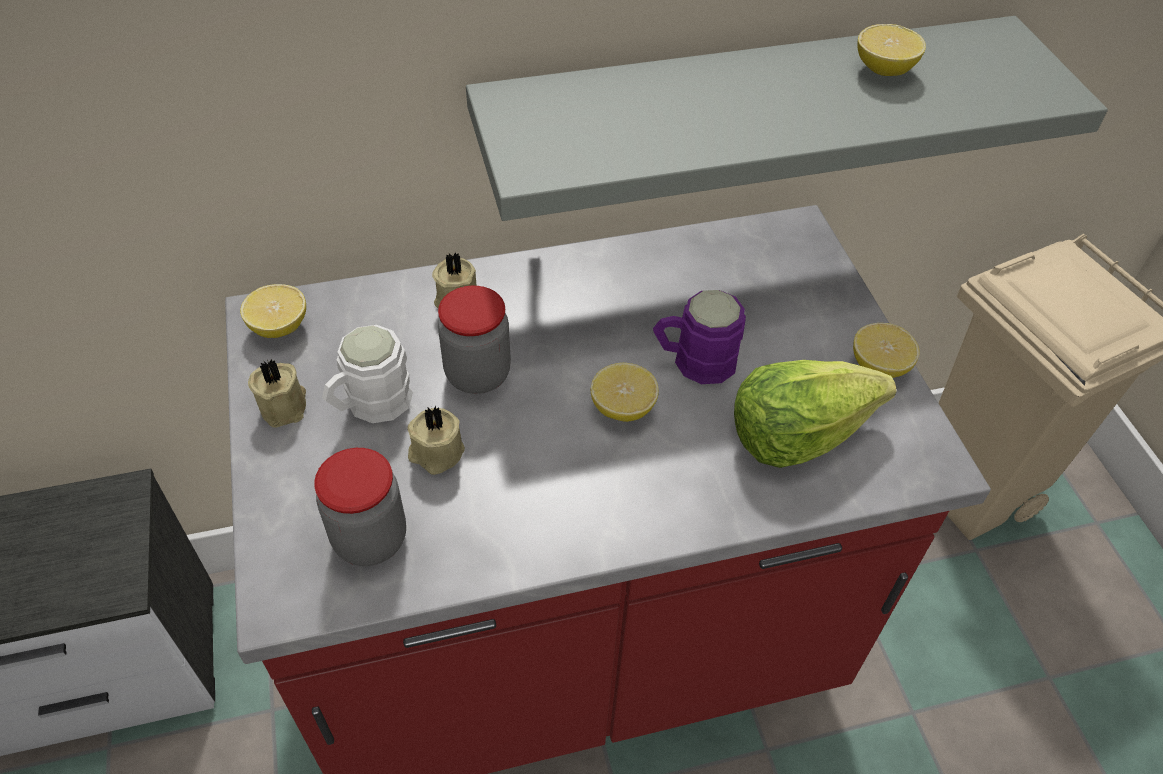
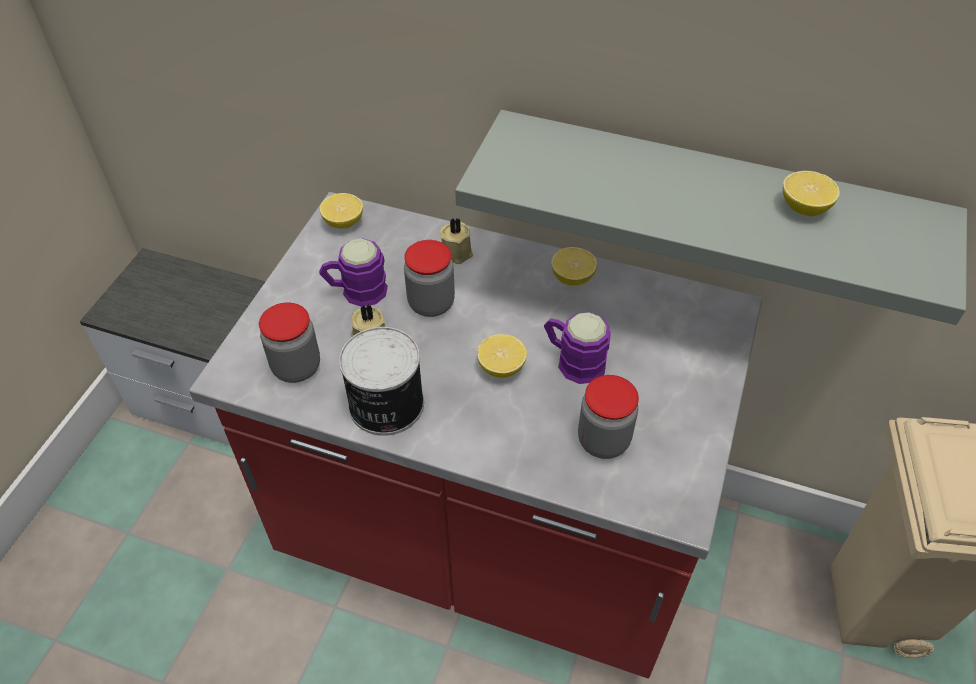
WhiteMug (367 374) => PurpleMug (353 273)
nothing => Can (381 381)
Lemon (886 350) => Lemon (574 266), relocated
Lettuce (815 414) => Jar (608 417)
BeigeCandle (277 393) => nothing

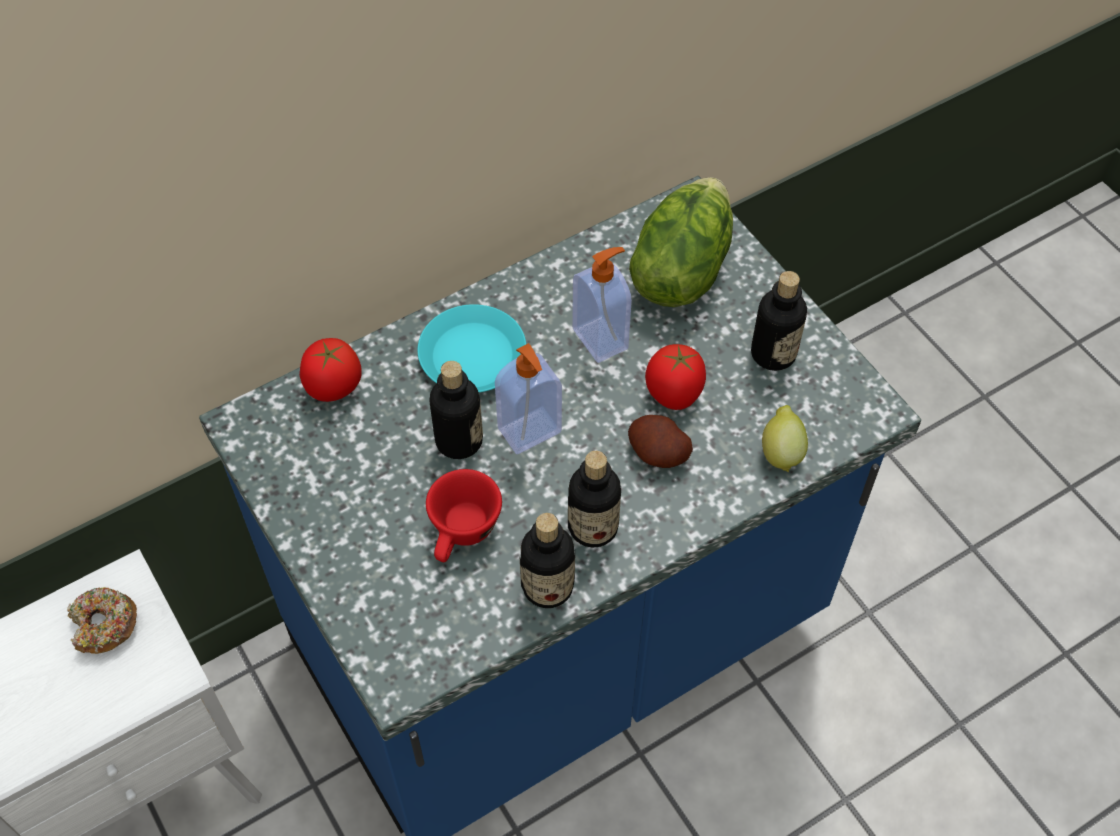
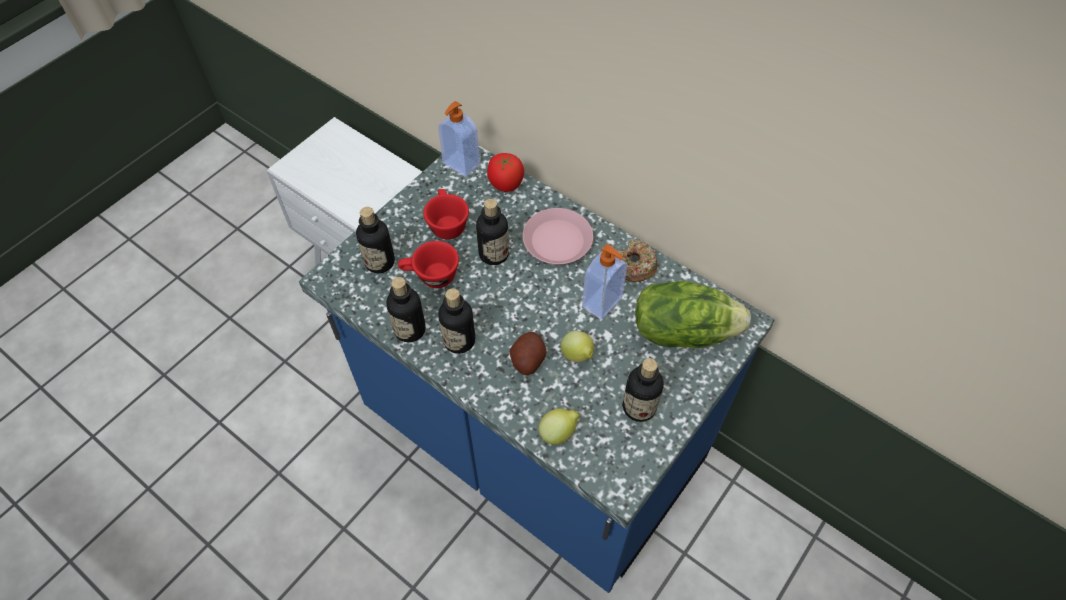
nothing => Bottle (375 240)
nothing => RedCup (446 214)
SoapDispenser (528 398) => SoapDispenser (459 139), relocated
TurquoisePlate (471 348) => PinkPlate (558 236)
Tomato (675 377) => Lemon (577 346)
Donut (102 620) => Donut (638 260), relocated

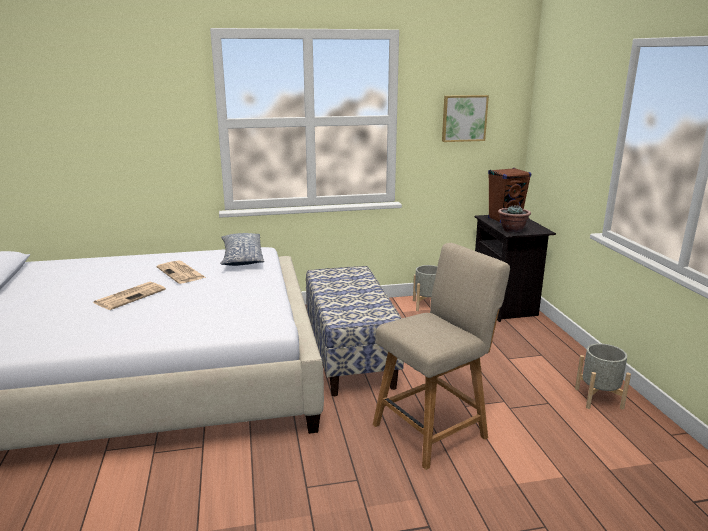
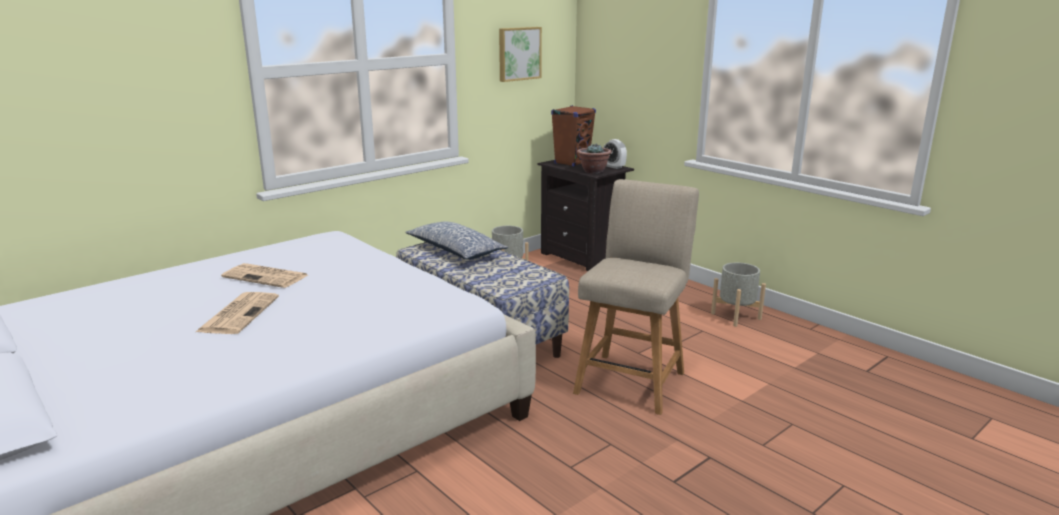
Pillow (242 249) => Pillow (456 240), relocated
nothing => AlarmClock (615 154)

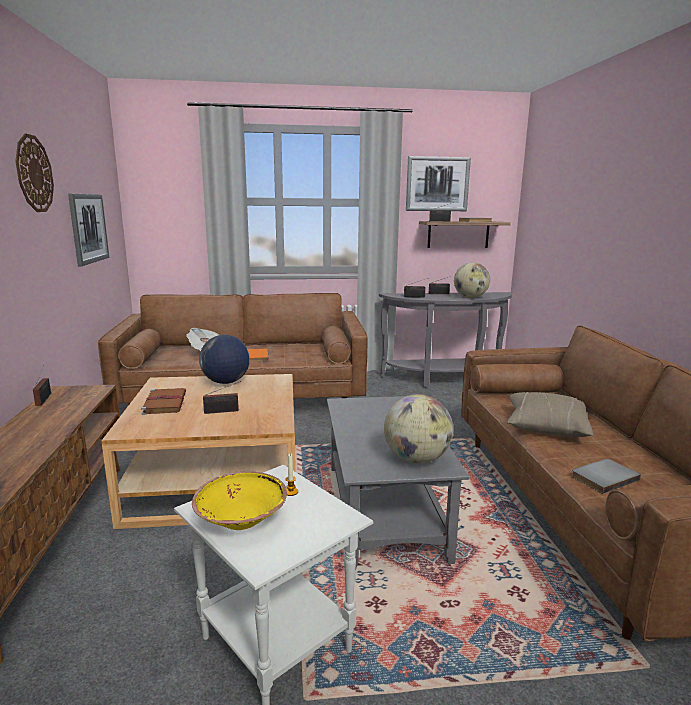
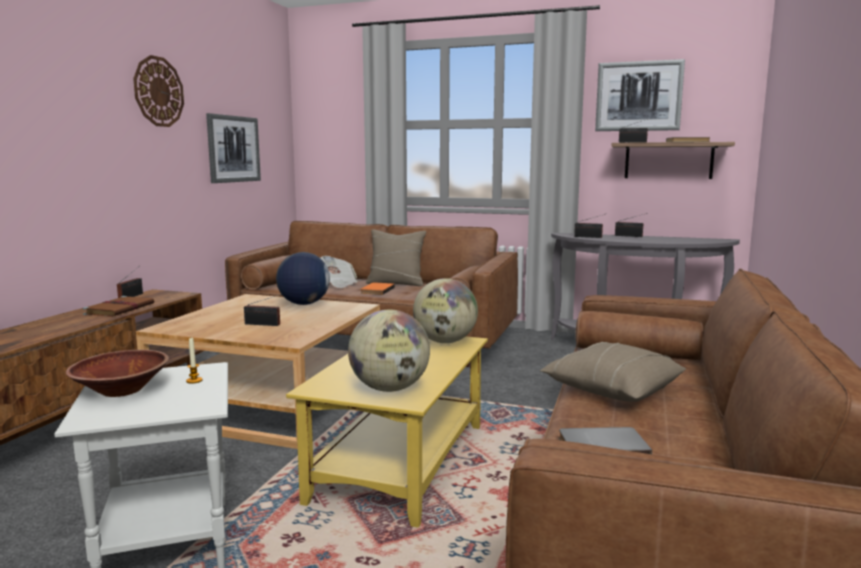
YellowBowl (239 500) => BrownBowl (117 373)
BrownBook (163 401) => BrownBook (118 306), relocated
GreyCoffeeTable (398 483) => YellowCoffeeTable (387 432)
nothing => BeigePillow (396 257)
Globe (472 280) => Globe (445 310), relocated

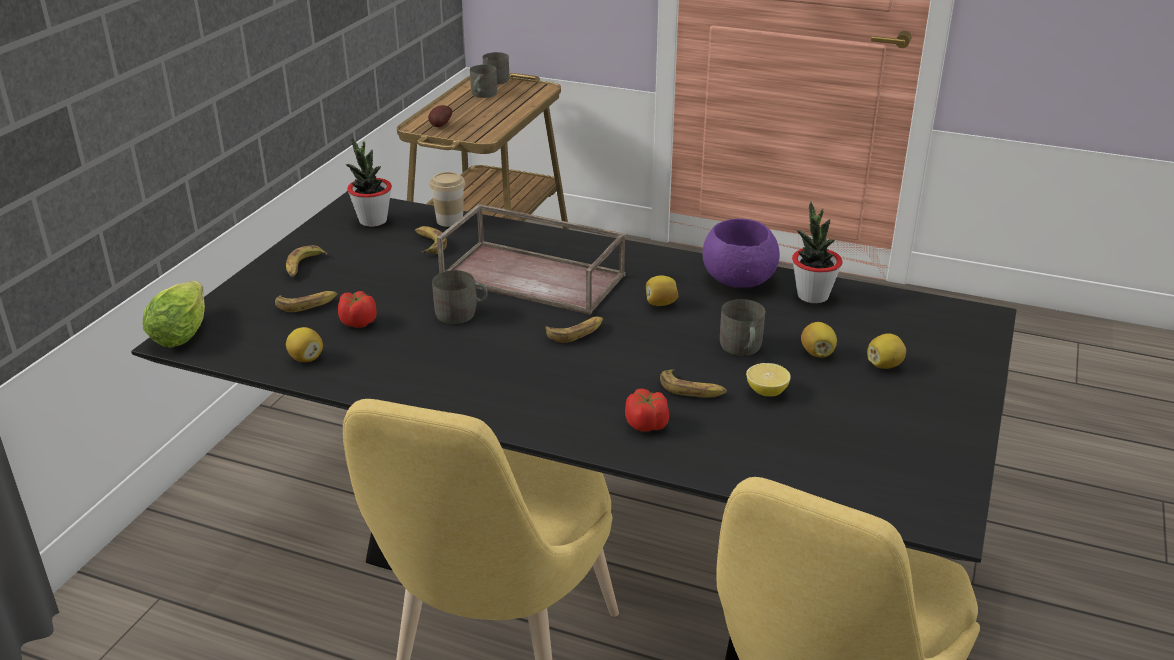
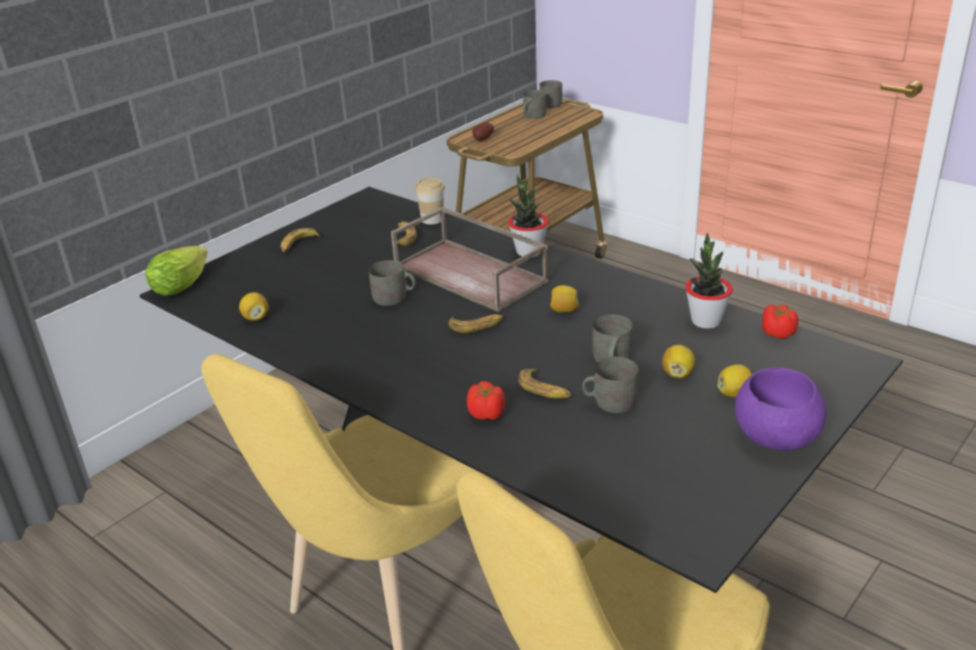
PottedPlant (369 182) => PottedPlant (528 216), relocated
Lemon (768 379) => GreyMug (610 385)
PurpleBowl (741 253) => PurpleBowl (780 409), relocated
Tomato (357 309) => Tomato (780 322), relocated
Banana (306 301) => nothing

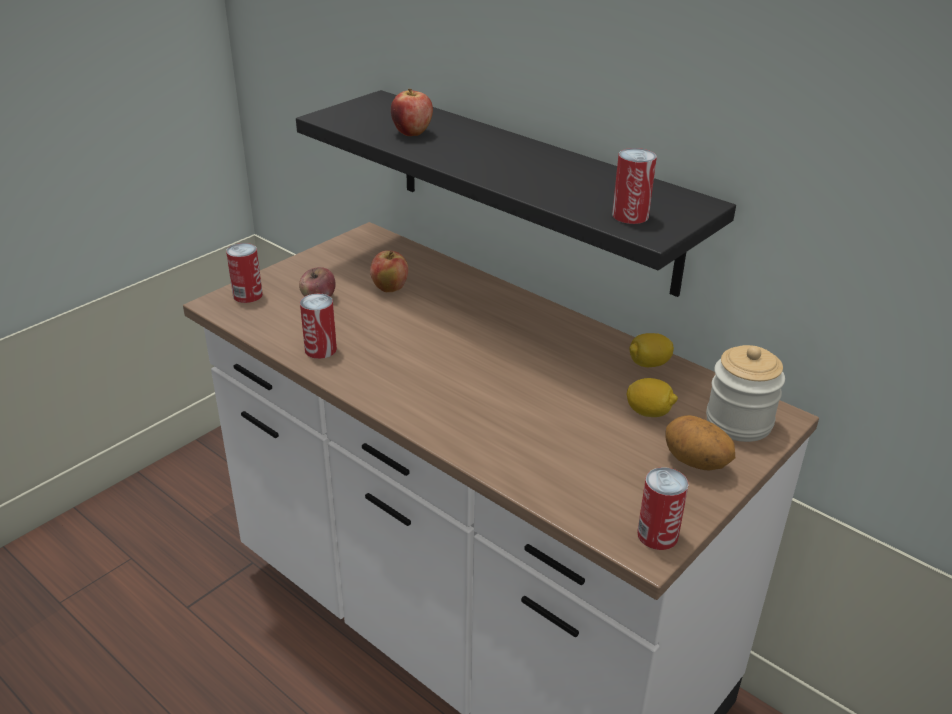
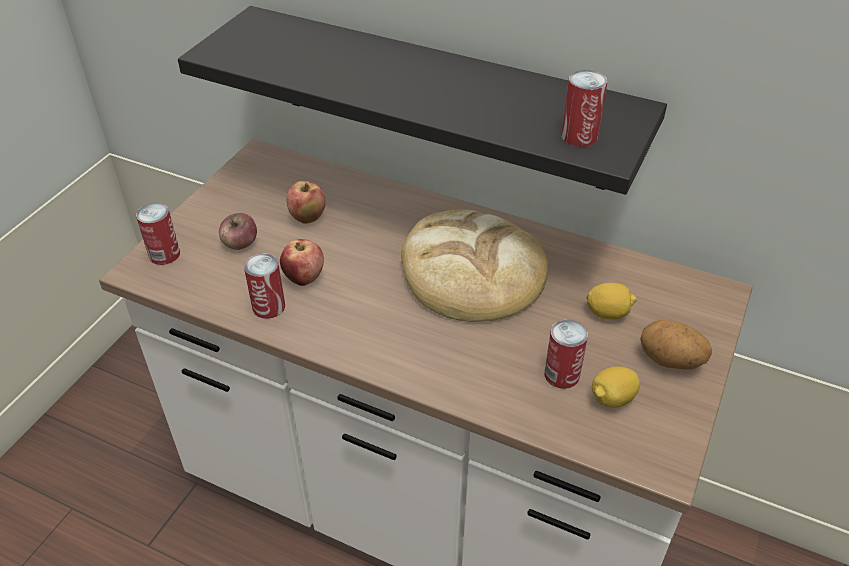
Apple (412 112) => Apple (302 262), relocated
nothing => Bread (474 265)
Can (663 508) => Can (566 354), relocated
Lemon (651 350) => Lemon (616 387), relocated
Jar (745 393) => nothing

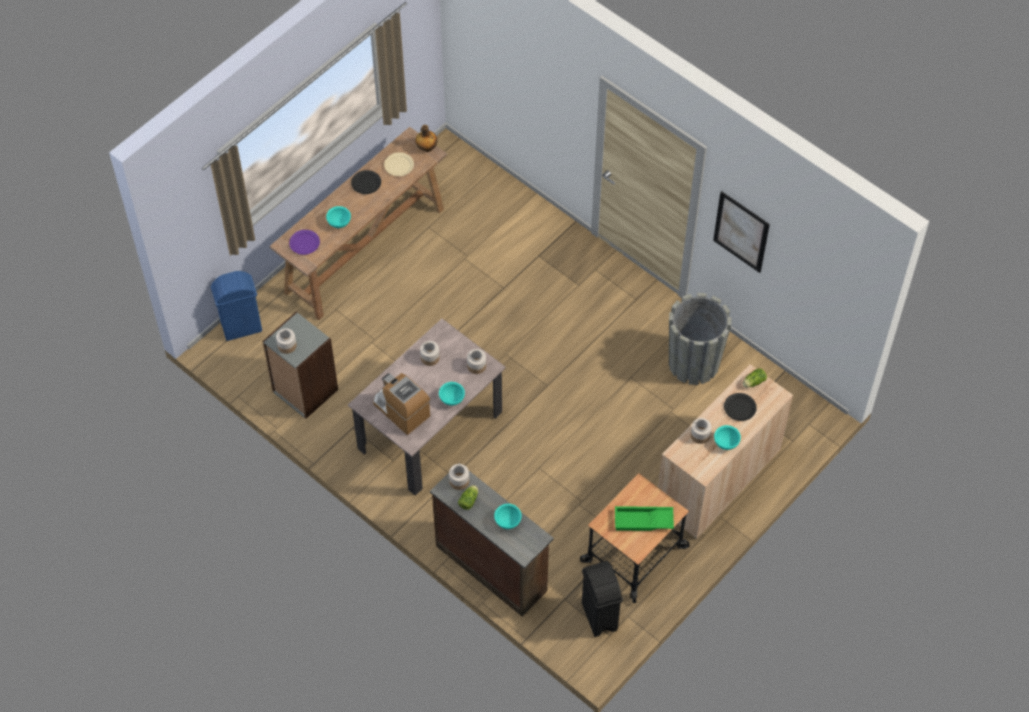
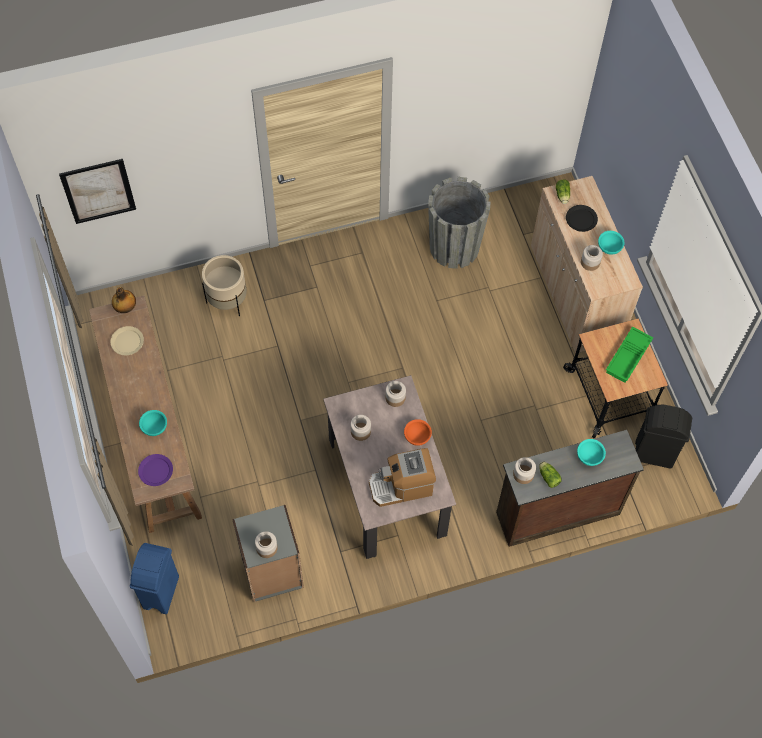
Picture (741 232) => Picture (97 191), relocated
nothing => BeigePlanter (224 285)
TurquoiseBowl (452 394) => OrangeBowl (418 432)
BlackPlate (366 182) => nothing

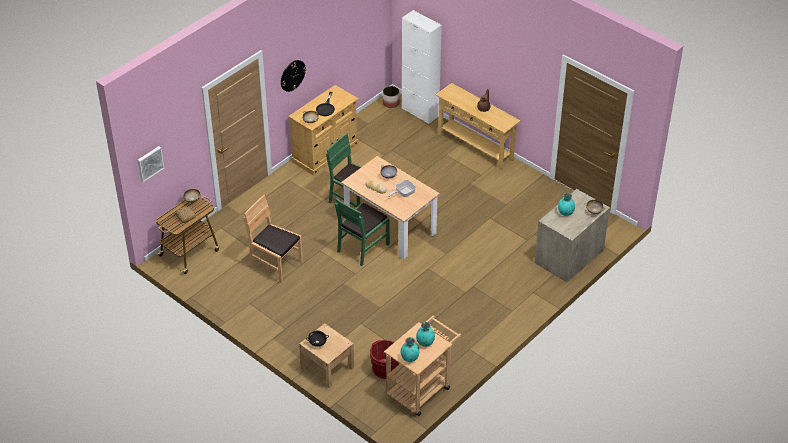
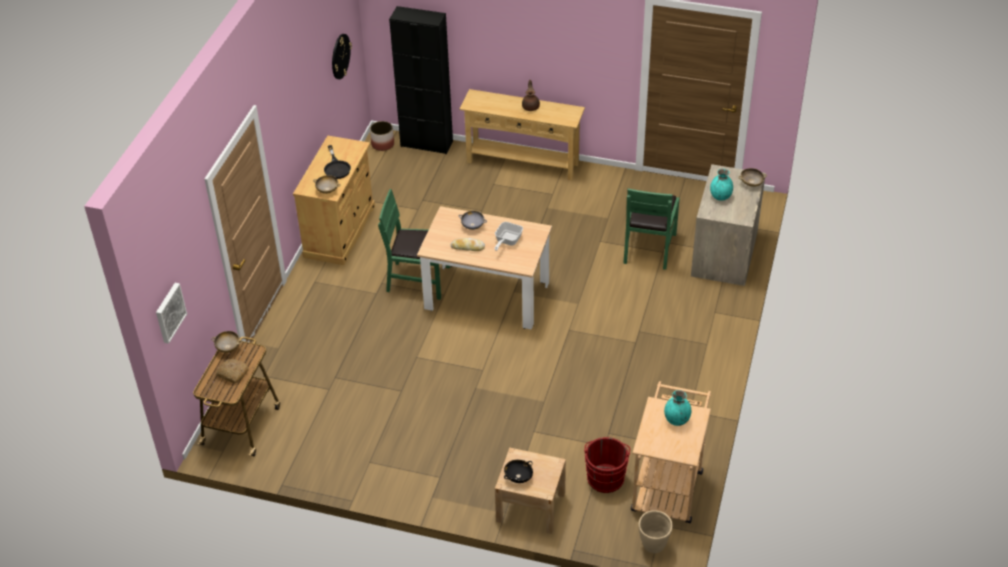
WallClock (293 76) => WallClock (342 56), relocated
WhiteCabinet (422 67) => BlackCabinet (421 80)
GreenChair (362 232) => GreenChair (651 229), relocated
nothing => BeigePlanter (655 531)
BrownChair (273 239) => nothing
TurquoiseVase (410 349) => nothing

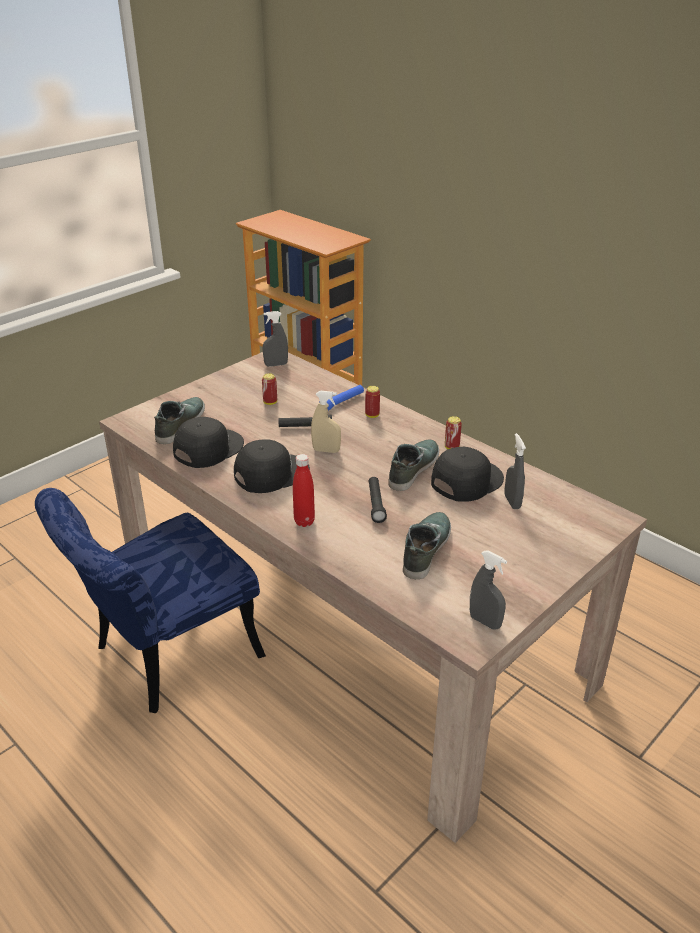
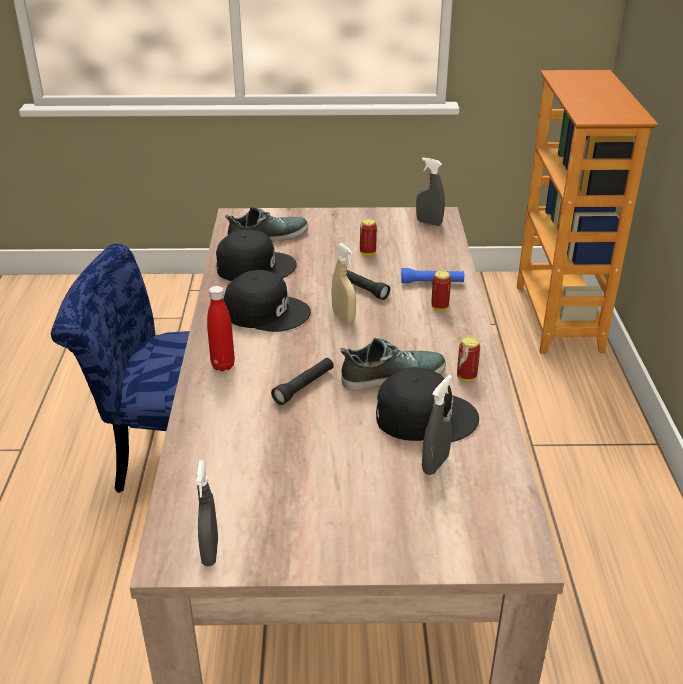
Shoe (427 545) => nothing

